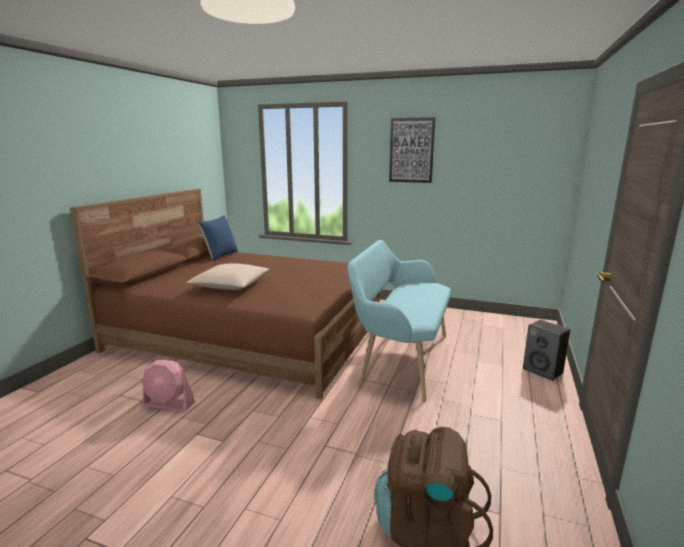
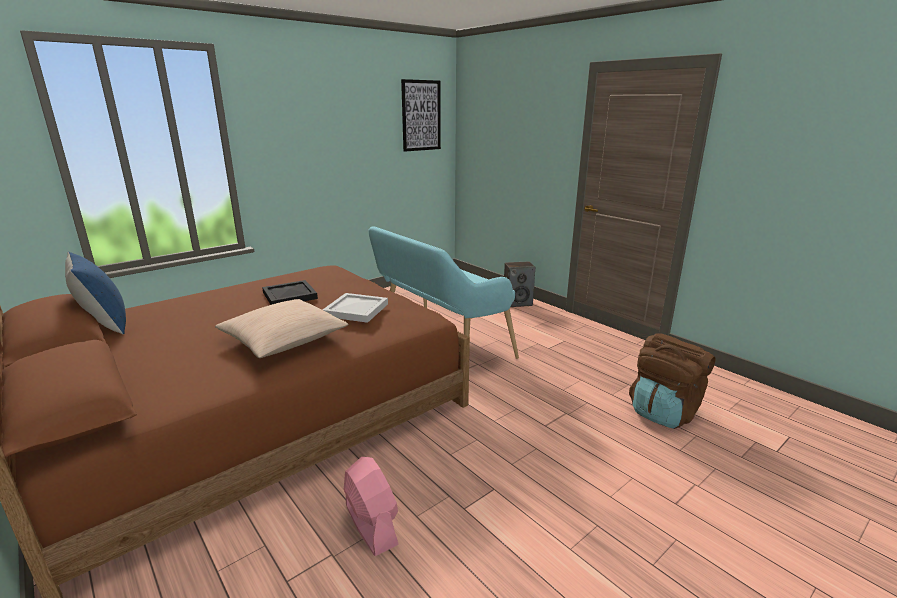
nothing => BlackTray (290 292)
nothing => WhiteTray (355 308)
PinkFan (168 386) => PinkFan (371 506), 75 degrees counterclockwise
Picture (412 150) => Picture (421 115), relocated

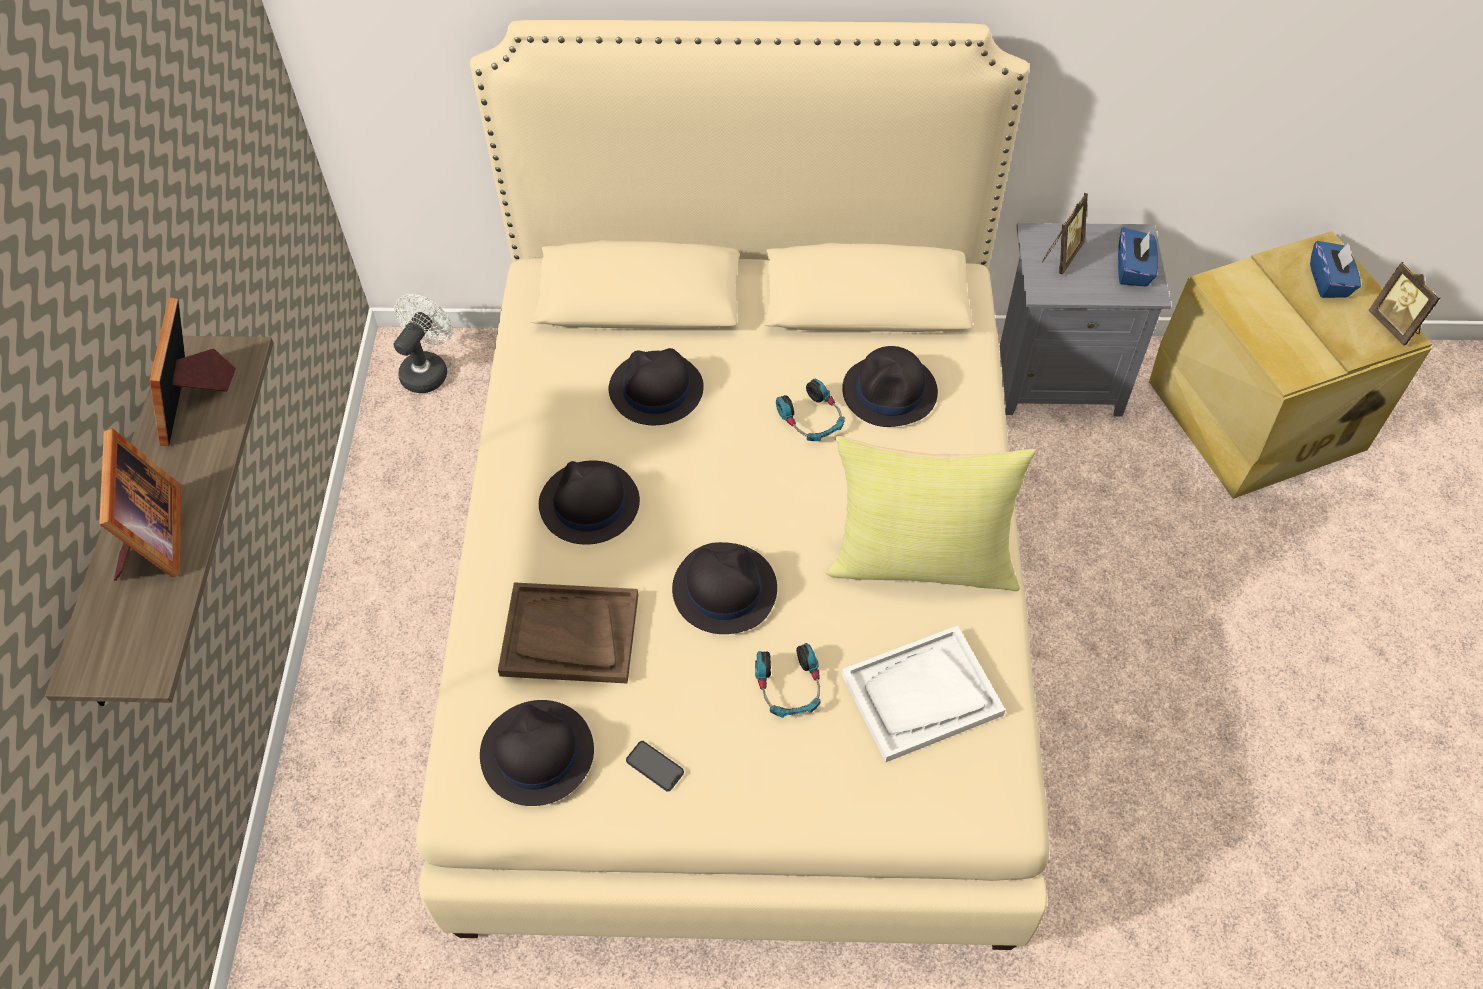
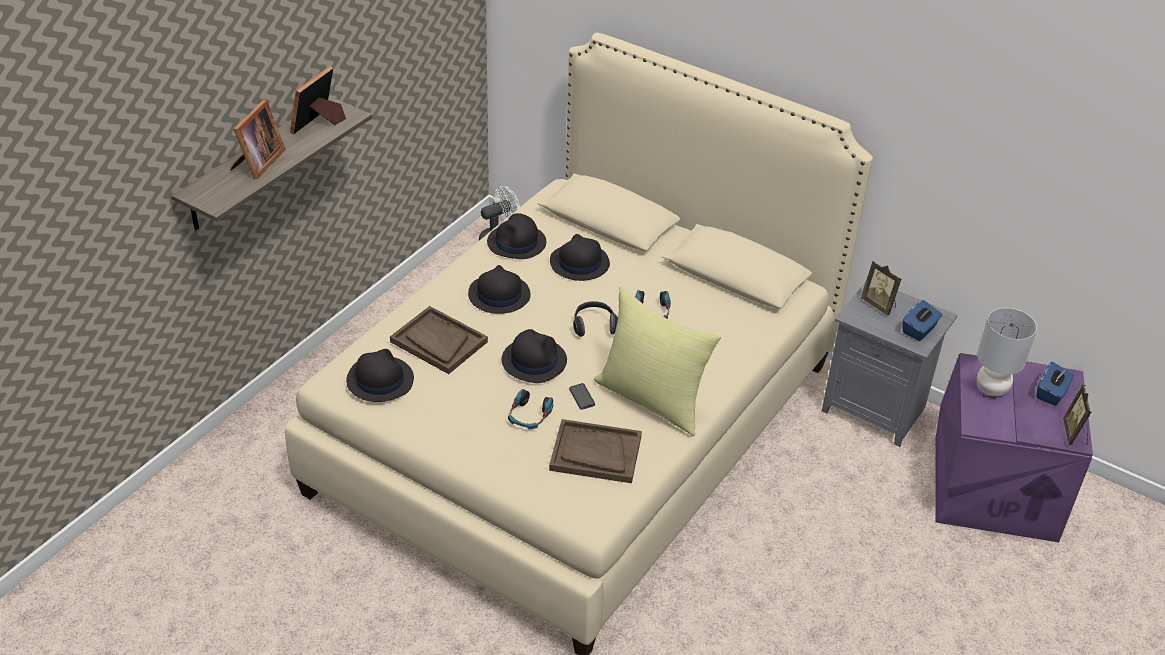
BlackHat (890 386) => BlackHat (516 236), relocated
WhiteTray (923 694) => BrownTray (595 451)
Phone (655 766) => Phone (582 396), relocated
nothing => Headphones (595 319)
PictureFrame (1065 234) => PictureFrame (881 288), 75 degrees clockwise
BeigeStorageBox (1290 365) => PurpleStorageBox (1014 447)
nothing => GreyTableLamp (1006 352)

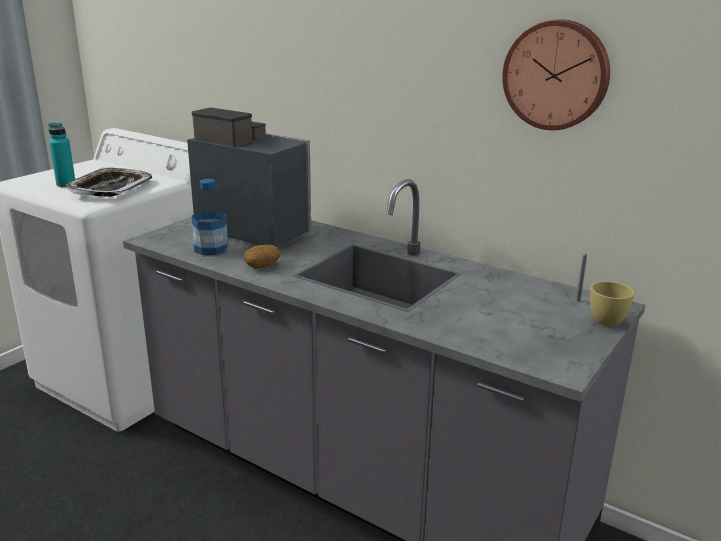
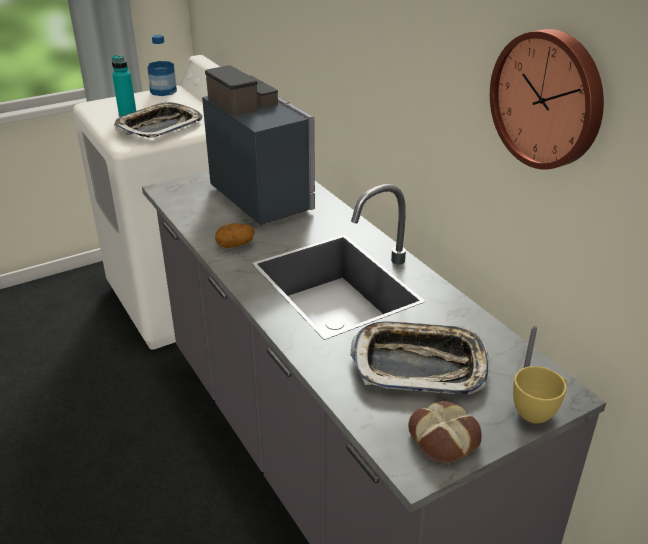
Bottle (210 217) => Bottle (162 65), relocated
nothing => Tray (419 358)
nothing => Bread (444 432)

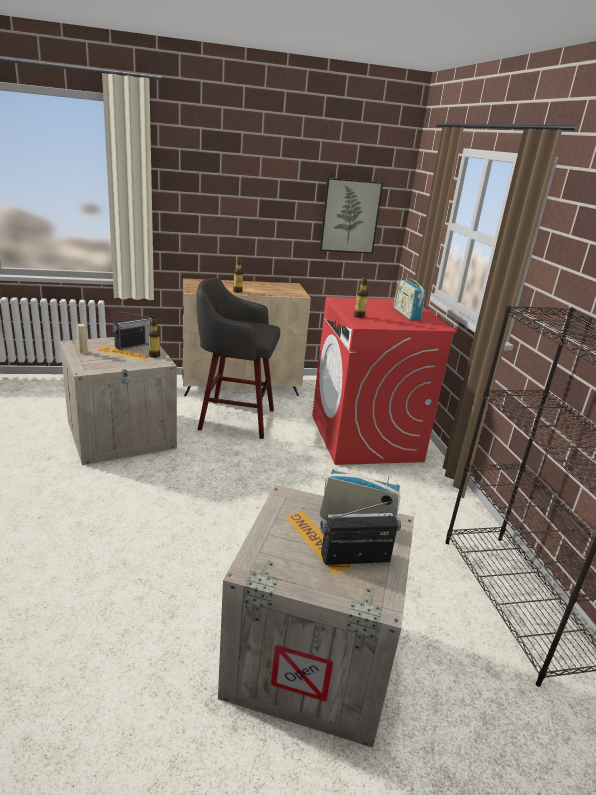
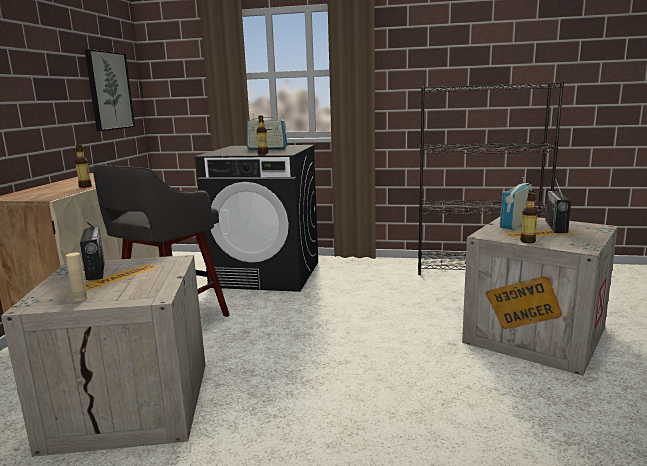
RedWashingMachine (384 381) => BlackWashingMachine (256 218)
Bottle (154 338) => Bottle (529 217), relocated

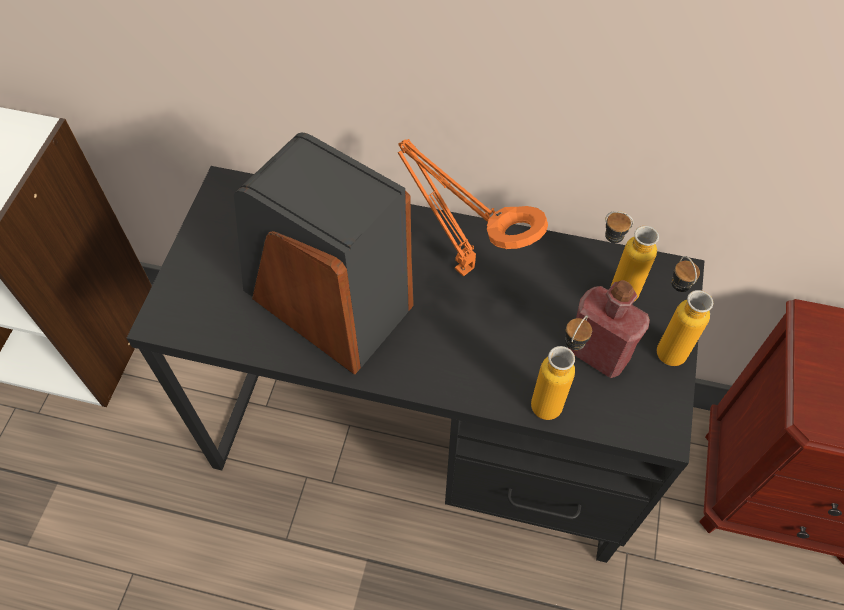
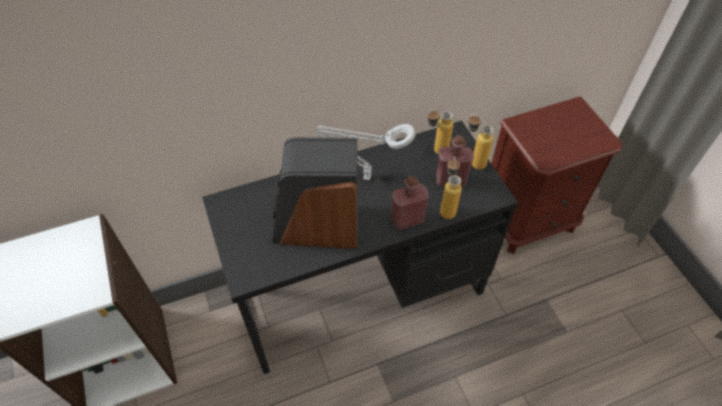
OrangeTableLamp (473 208) => GreyTableLamp (365 152)
nothing => RedBottle (410 203)

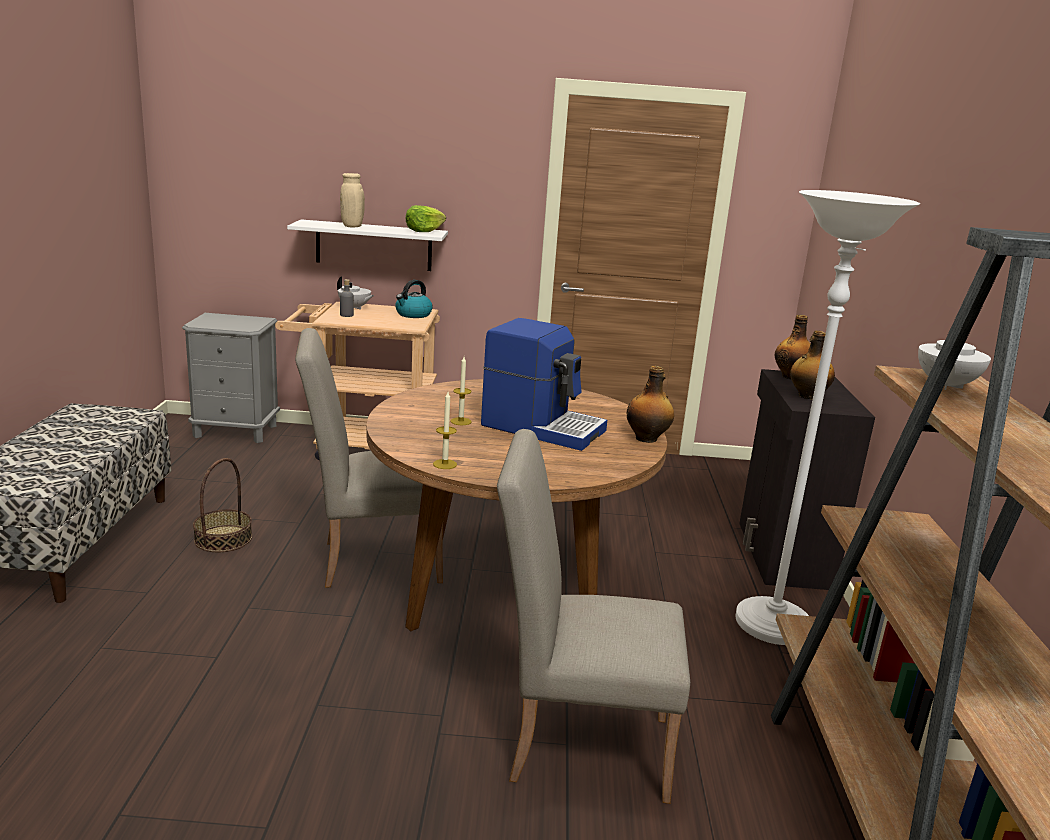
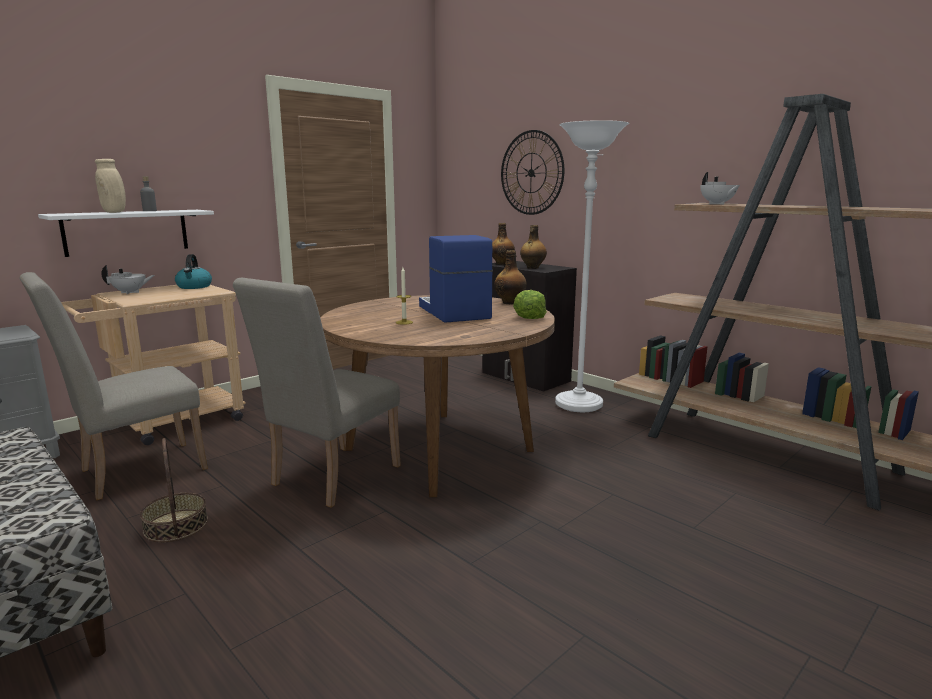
BeigeChair (593 616) => BeigeChair (113 386), relocated
GreyBottle (347 298) => GreyBottle (148 193), relocated
CoffeeMachine (544 384) => CoffeeMachine (456 279), 90 degrees counterclockwise
nothing => WallClock (532 172)
Lettuce (426 218) => Lettuce (530 304), relocated
Candle (445 430) => nothing

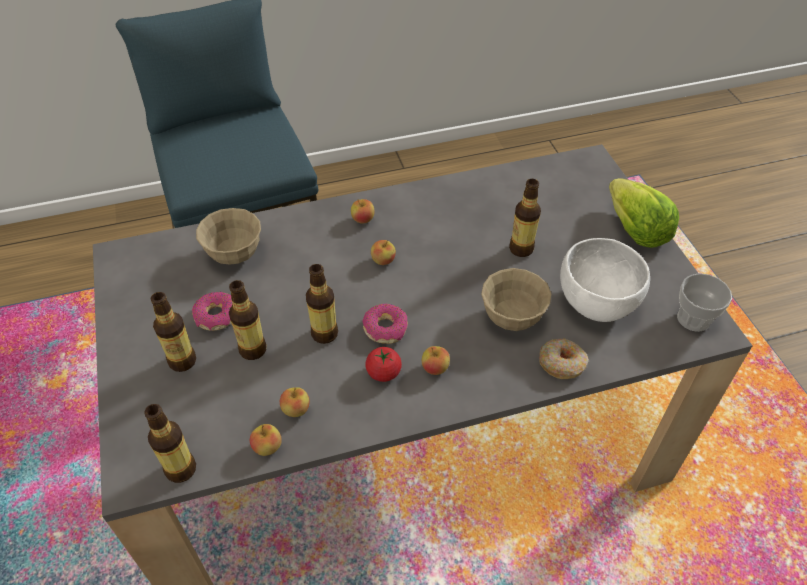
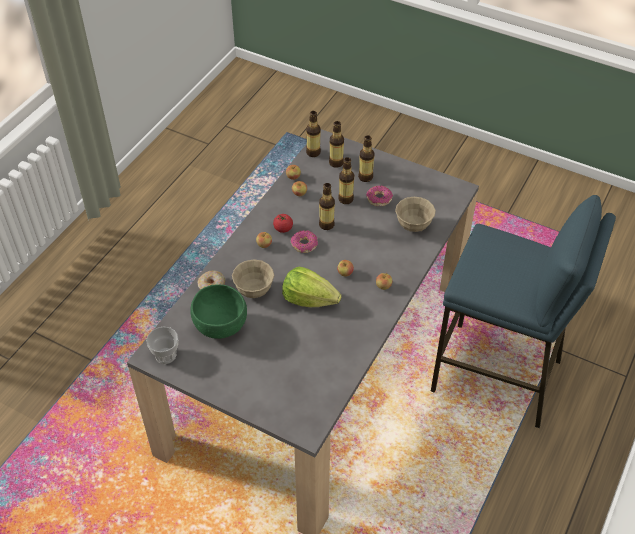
WhiteBowl (605 280) => GreenBowl (218 311)
Lettuce (644 213) => Lettuce (311 287), relocated
Bottle (525 218) => Bottle (336 144), relocated

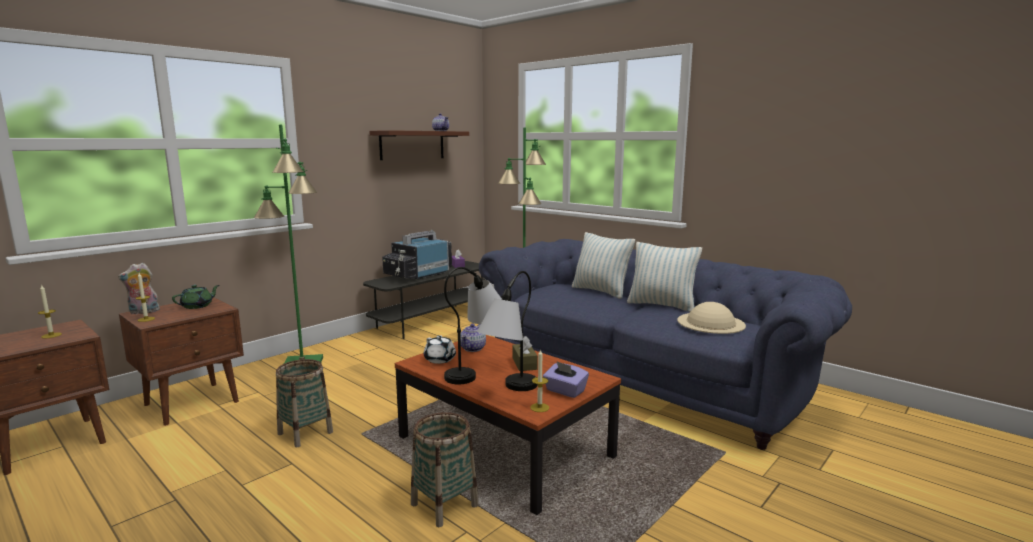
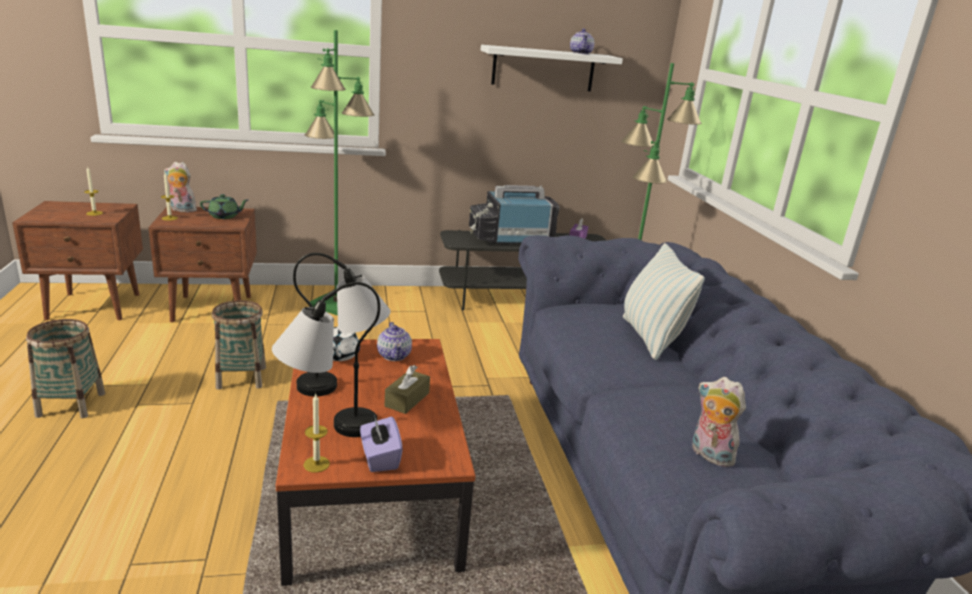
Basket (444 469) => Basket (65 368), relocated
Teapot (473 338) => Teapot (394 341), 75 degrees counterclockwise
BrownShelf (419 145) => WhiteShelf (552 68)
BeigeHat (711 318) => PlushToy (719 422)
Pillow (664 277) => nothing

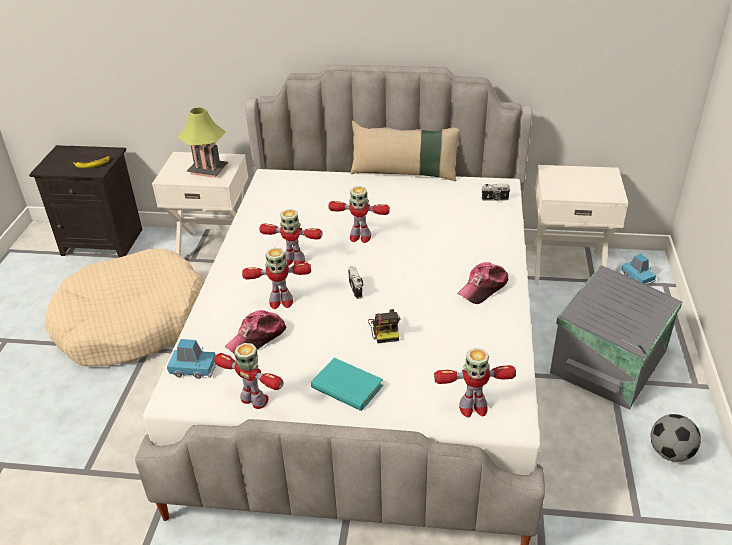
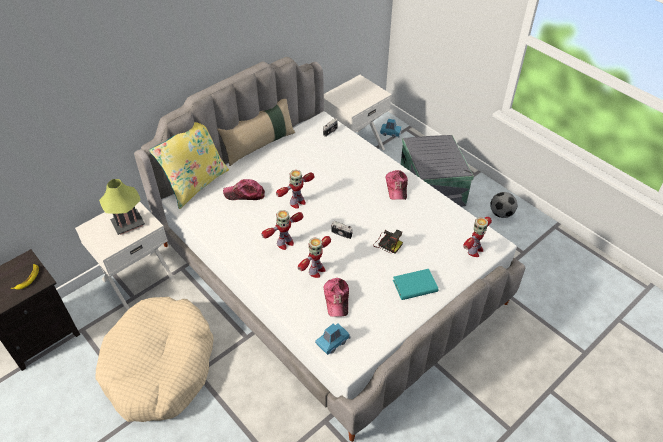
nothing => YellowPillow (189 165)
nothing => Cap (244 189)
ToyRobot (249 376) => nothing

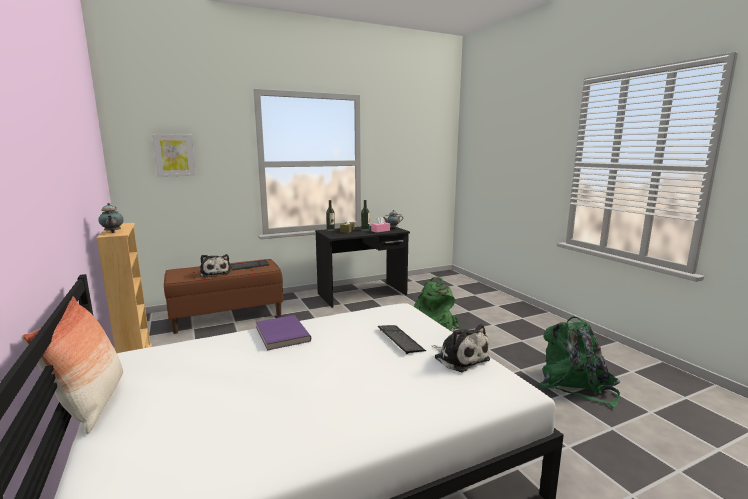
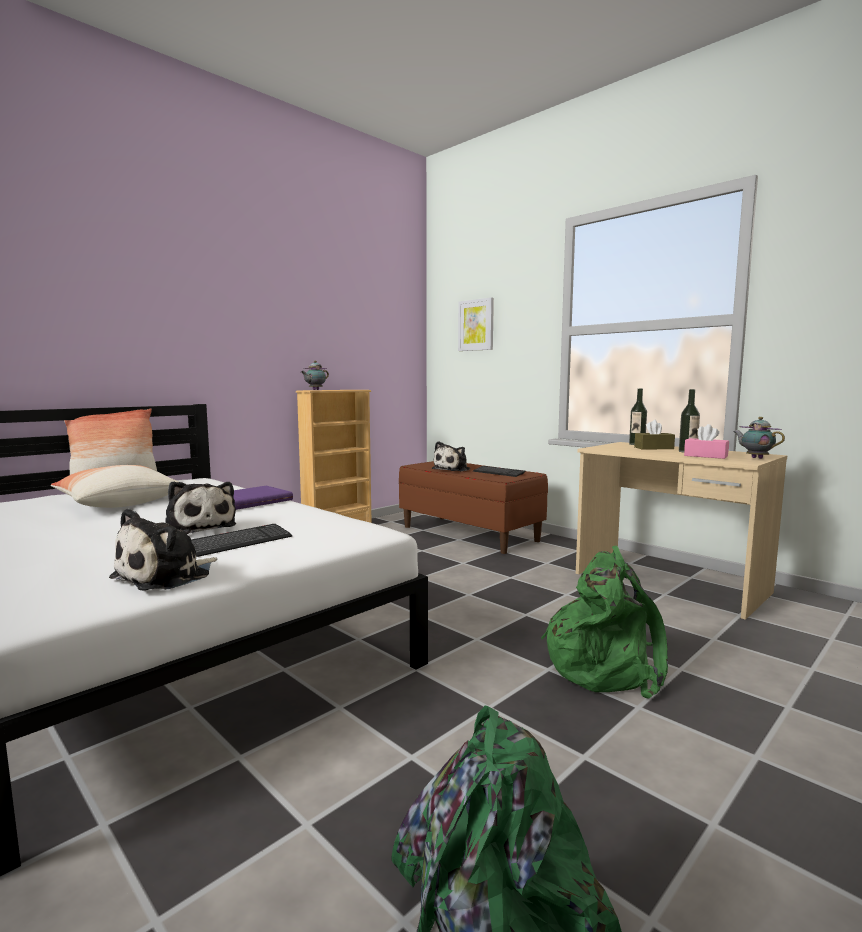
nothing => Pillow (114 486)
nothing => PlushToy (201 507)
BlackDesk (362 267) => BeigeDesk (681 531)

